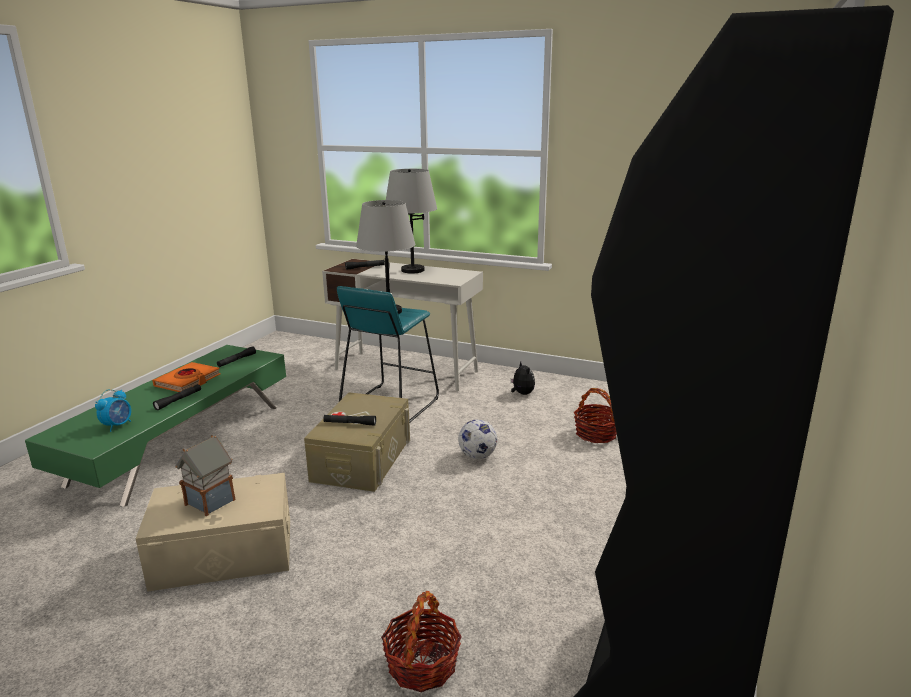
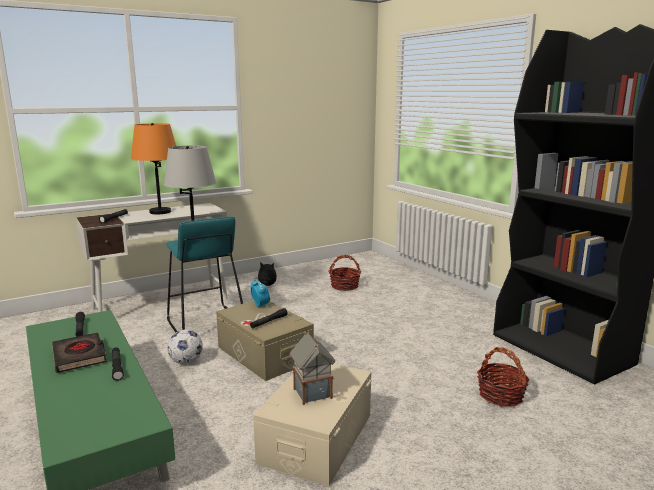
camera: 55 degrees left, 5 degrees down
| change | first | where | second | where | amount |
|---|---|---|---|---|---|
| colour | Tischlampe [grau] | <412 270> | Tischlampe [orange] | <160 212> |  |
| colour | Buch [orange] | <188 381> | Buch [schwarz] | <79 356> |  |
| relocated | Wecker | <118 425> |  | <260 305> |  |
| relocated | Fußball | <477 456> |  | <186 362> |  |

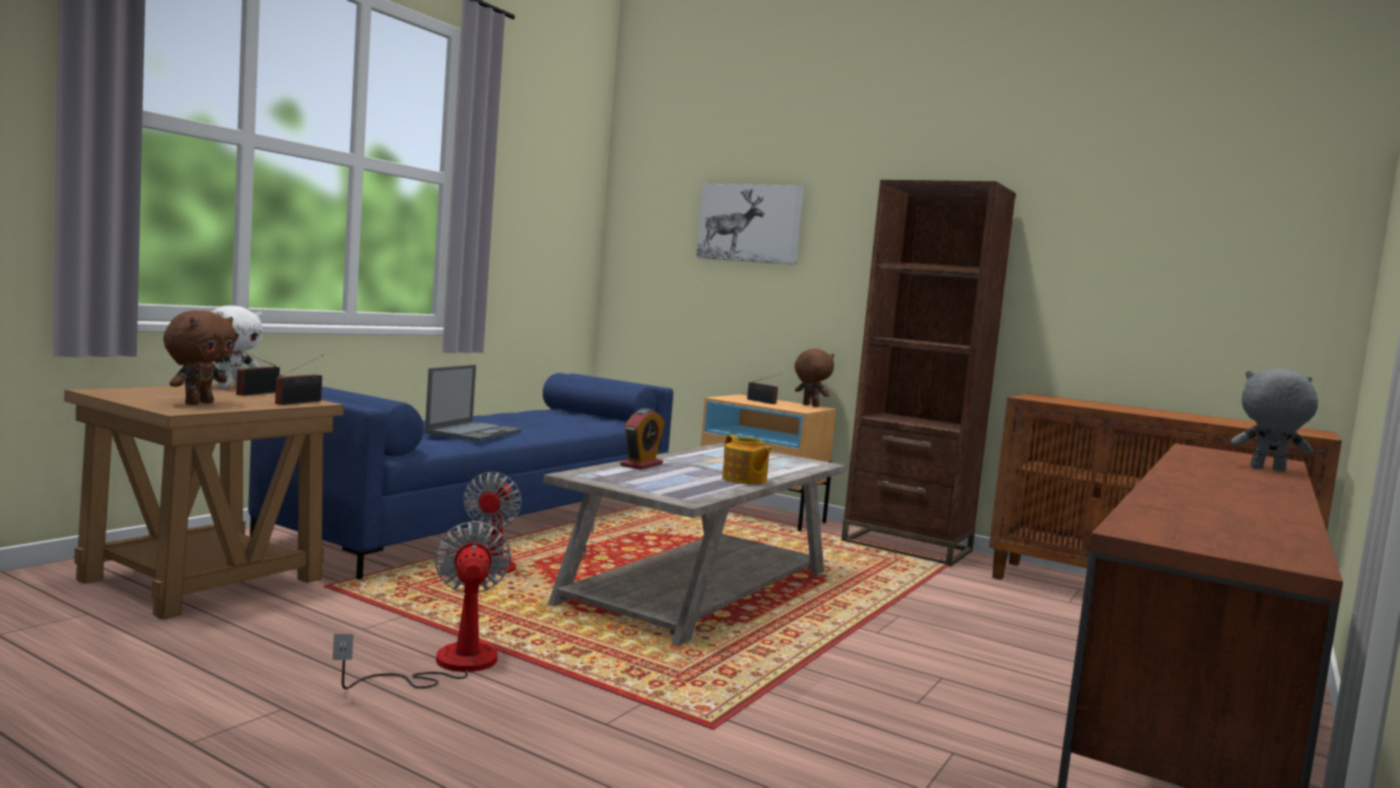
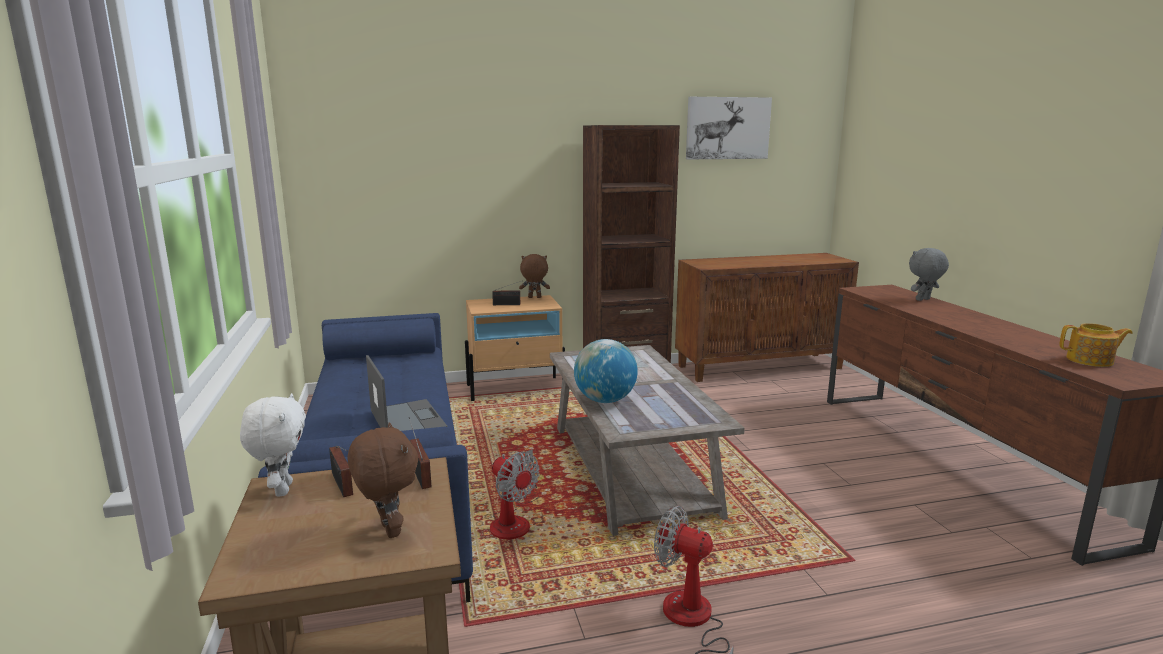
camera: 45 degrees left, 10 degrees up
| change | first | where | second | where | amount |
|---|---|---|---|---|---|
| relocated | Bild | <750 223> |  | <727 128> |  |
| exchanged | Wecker | <641 465> | Globus | <605 400> |  |
| relocated | Teekanne | <744 480> |  | <1091 360> |  |

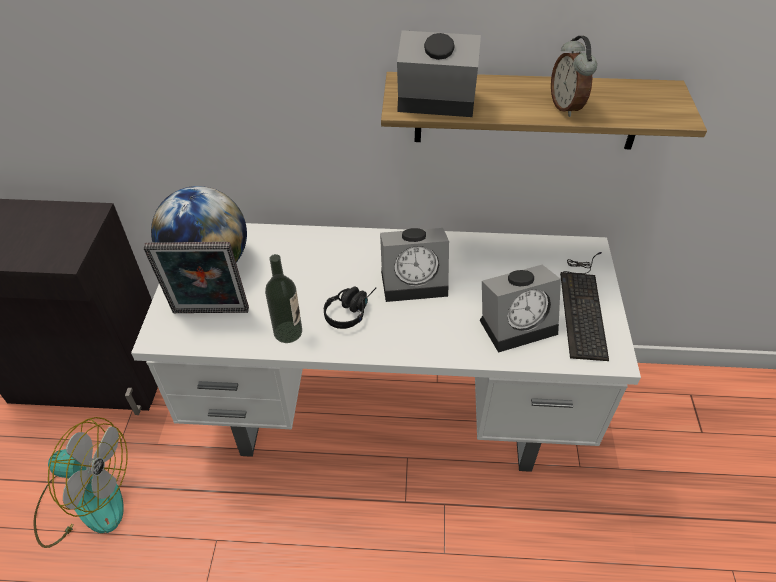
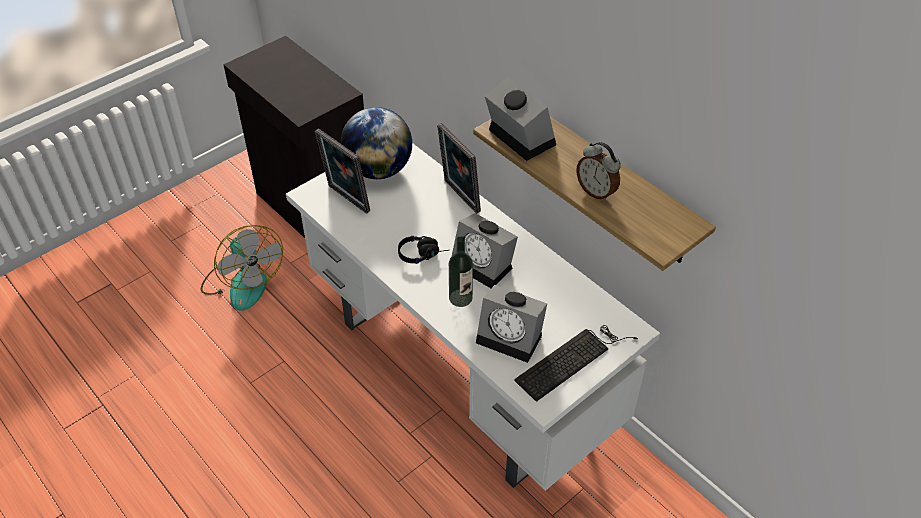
camera: 45 degrees right, 0 degrees up
| change | first | where | second | where | amount |
|---|---|---|---|---|---|
| spun | Wecker | <566 107> |  | <596 192> | 75 degrees counterclockwise |
| relocated | Flasche | <288 332> |  | <460 298> |  |
| appeared |  |  | Bilderrahmen | <459 197> |  |

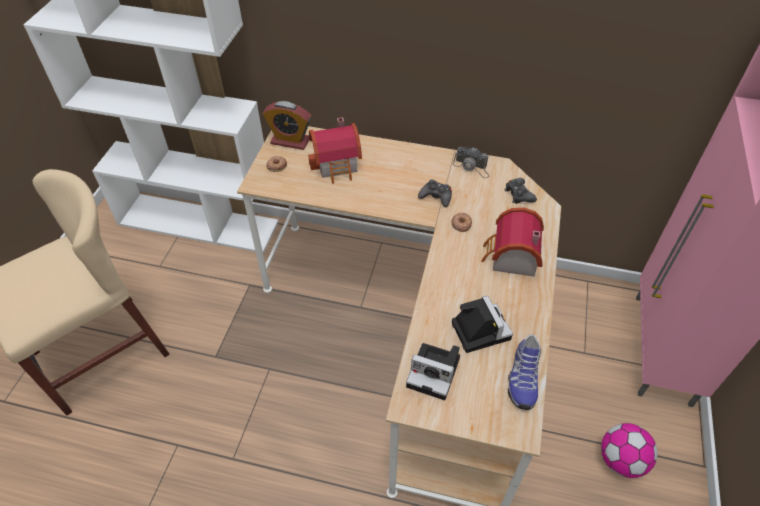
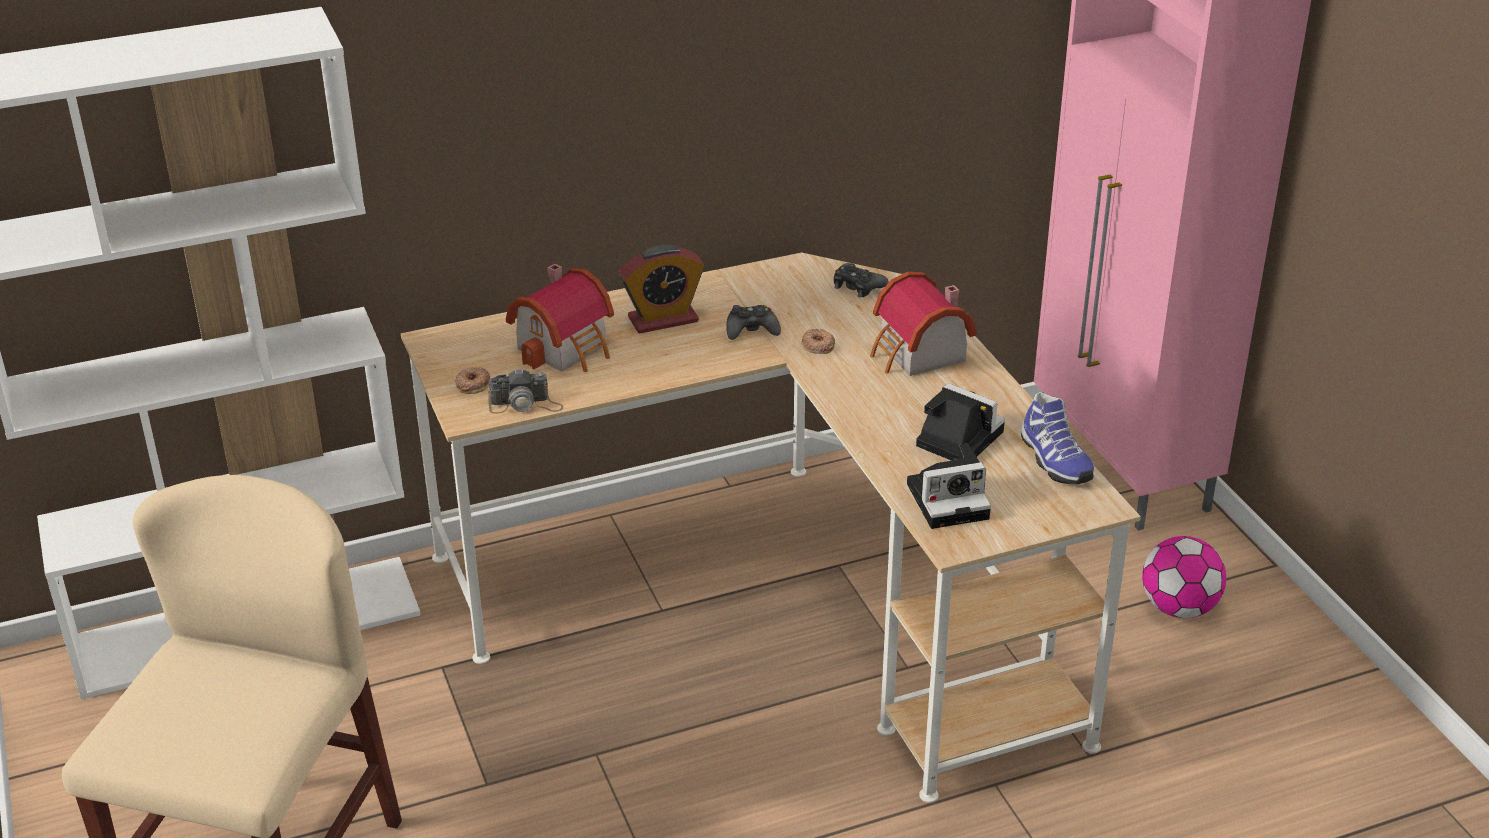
camera: 35 degrees left, 15 degrees down
| change | first | where | second | where | amount |
|---|---|---|---|---|---|
| relocated | Wecker | <290 141> |  | <663 319> |  |
| relocated | Kamera | <472 167> |  | <525 404> |  |

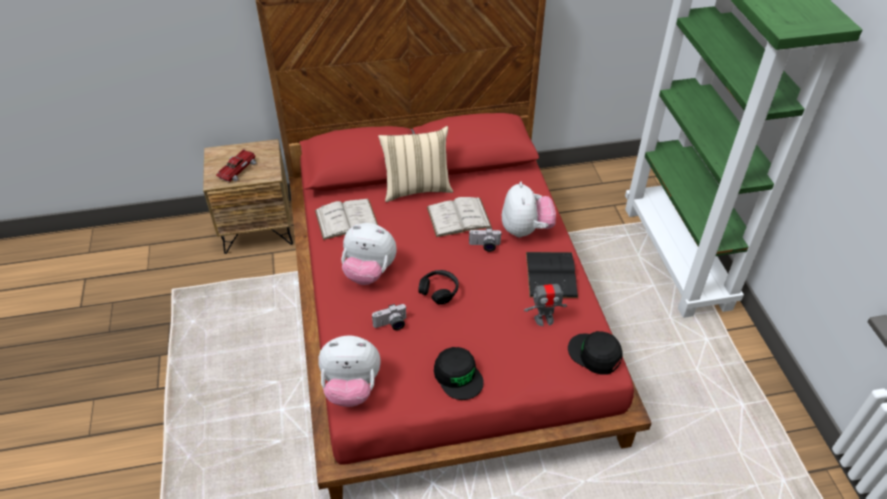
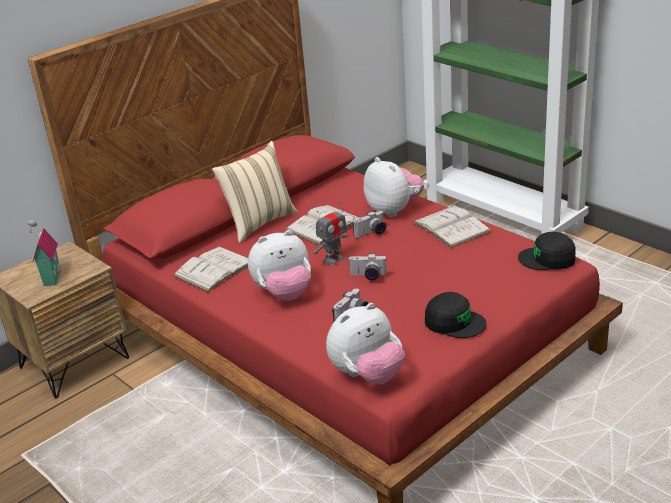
camera: 30 degrees left, 15 degrees down
| change | first | where | second | where | amount |
|---|---|---|---|---|---|
| exchanged | Spielzeugauto | <237 169> | Spielzeughaus | <50 278> |  |
| colour | Buch [schwarz] | <551 274> | Buch [weiß] | <451 227> |  |
| exchanged | Kopfhörer [schwarz] | <439 290> | Kamera | <368 276> |  |
| relocated | Spielzeugroboter | <544 319> |  | <333 259> |  |

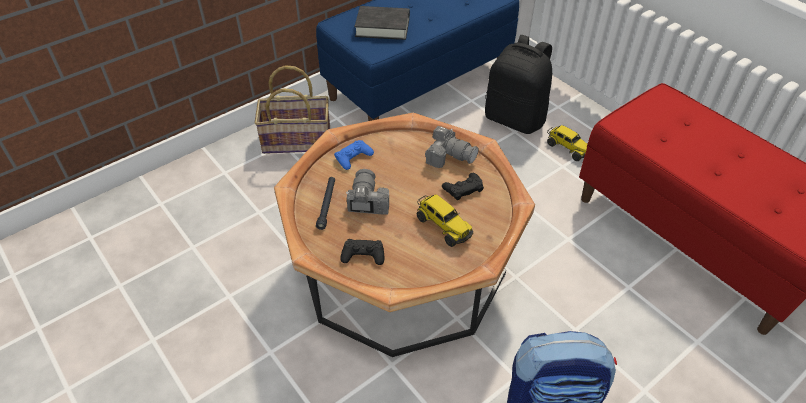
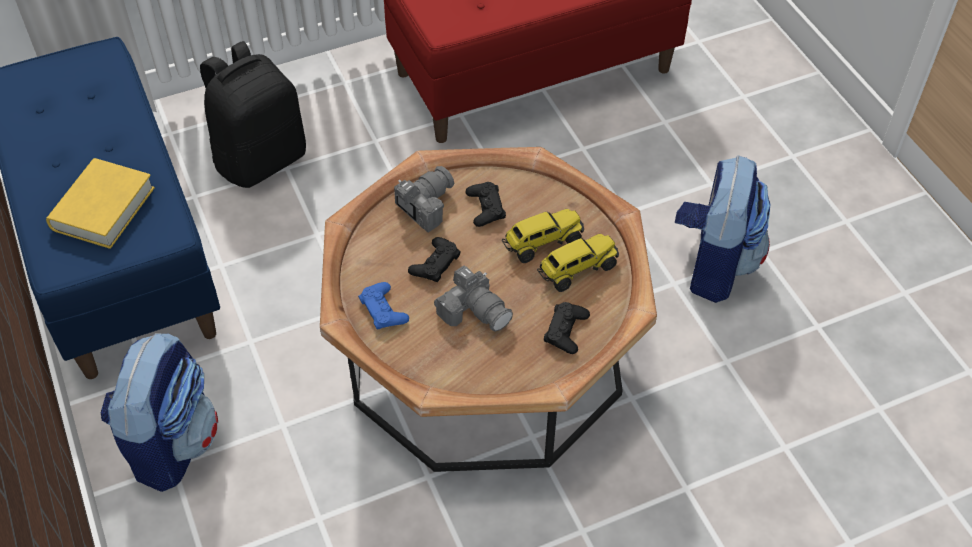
camera: 75 degrees left, 5 degrees up
| change | first | where | second | where | amount |
|---|---|---|---|---|---|
| colour | Buch [schwarz] | <382 27> | Buch [gelb] | <103 209> |  |
| exchanged | Korb | <297 140> | Rucksack | <172 442> |  |
| relocated | Spielzeuglaster | <567 148> |  | <577 269> |  |
| spun | Kamera | <366 201> |  | <474 310> | 150 degrees counterclockwise |
| missing | Taschenlampe [schwarz] | <327 205> |  |  |  |
| appeared |  |  | Gamepad [schwarz] | <435 263> |  |

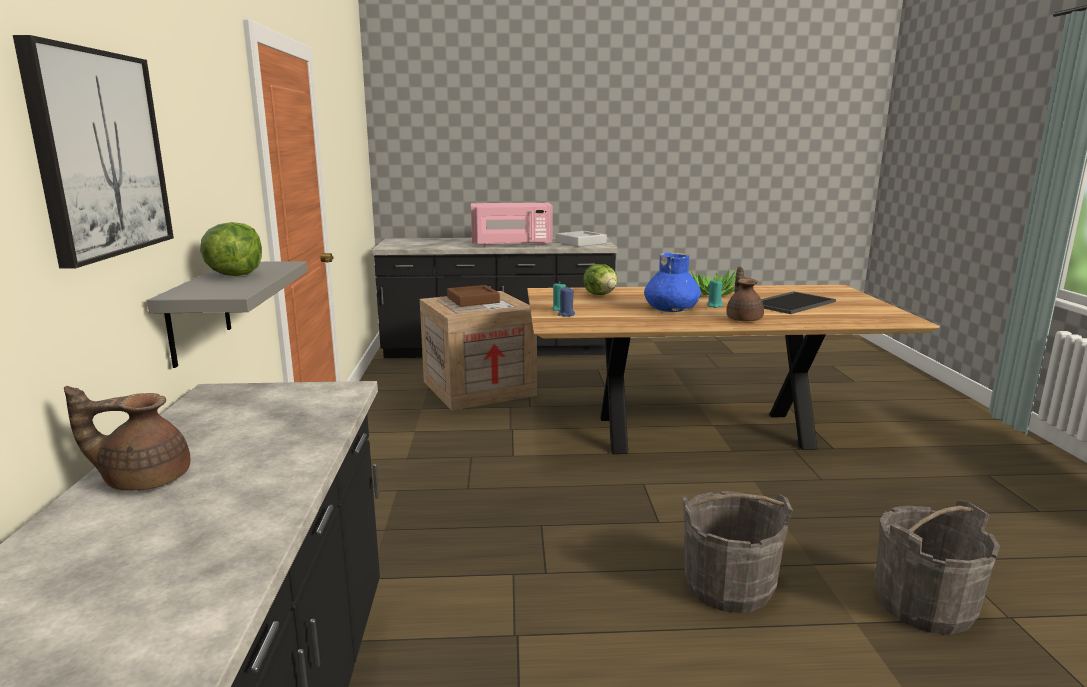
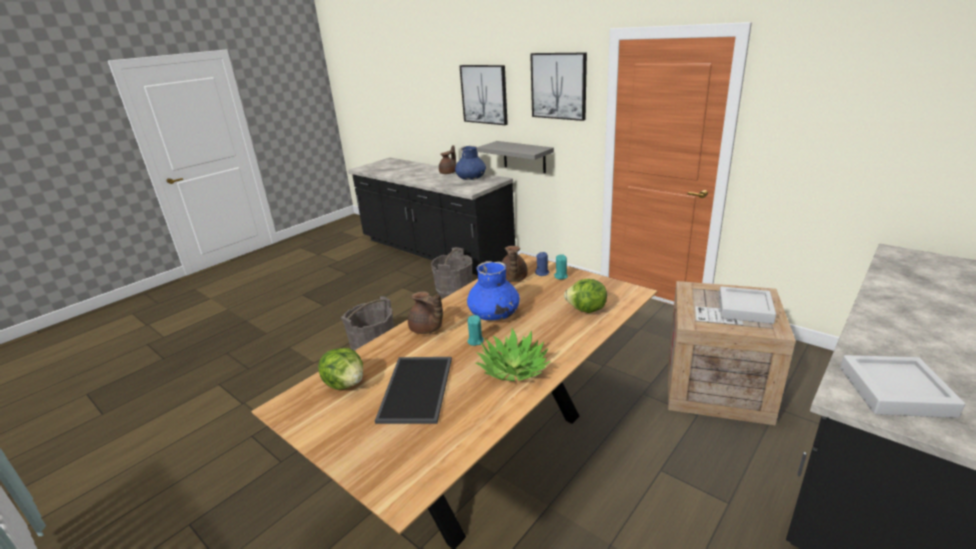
camera: 135 degrees right, 10 degrees up
| change | first | where | second | where | amount |
|---|---|---|---|---|---|
| missing | Mikrowelle [rosa] | <511 244> |  |  |  |
| relocated | Salatkopf | <235 275> |  | <346 383> |  |
| colour | Tablett [braun] | <473 300> | Tablett [grau] | <745 309> |  |
| relocated | Eimer [grau] | <924 606> |  | <454 291> |  |
| appeared |  |  | Bild | <559 86> |  |
| appeared |  |  | Vase [blau] | <471 178> |  |
| appeared |  |  | Teekanne [braun] | <513 279> |  |

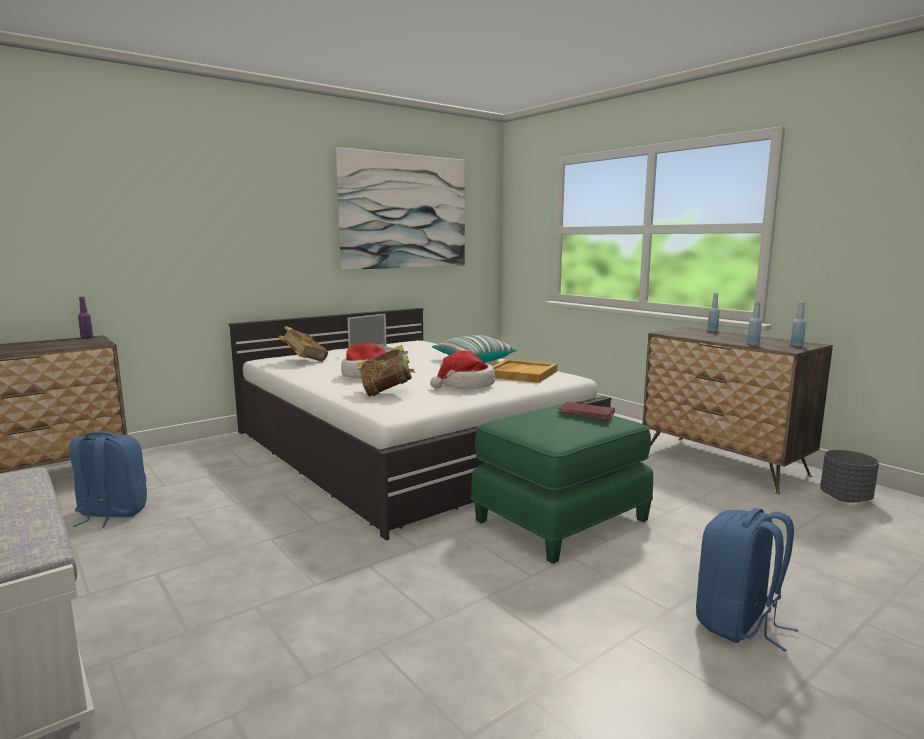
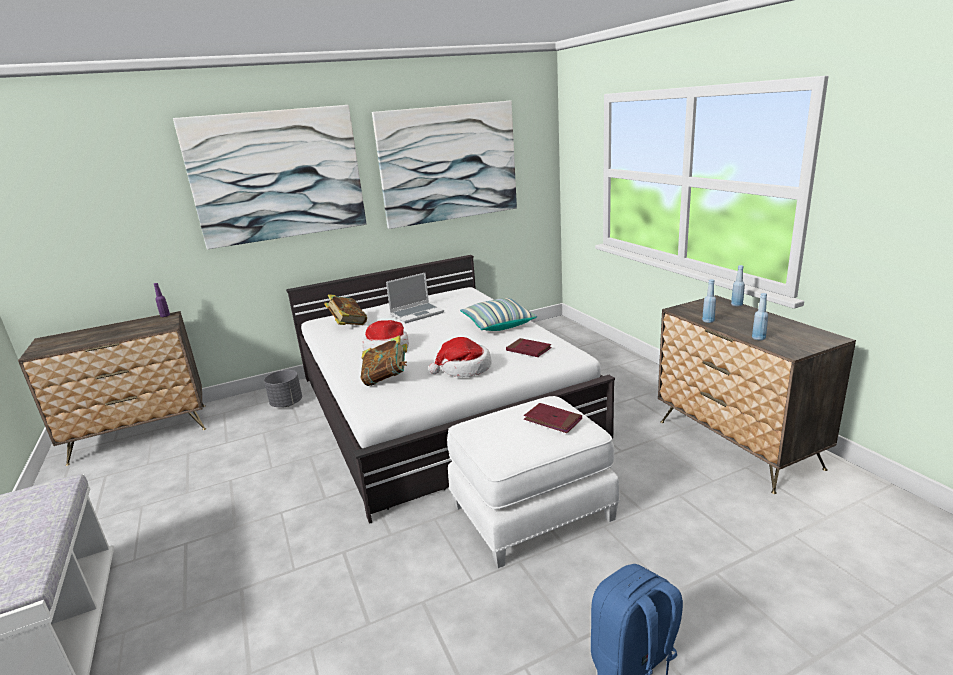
camera: 15 degrees right, 10 degrees up
| change | first | where | second | where | amount |
|---|---|---|---|---|---|
| relocated | Flasche [blau] | <796 345> |  | <708 321> |  |
| exchanged | Tablett [beige] | <521 374> | Buch [rot] | <528 350> |  |
| colour | Polsterhocker [grün] | <559 519> | Polsterhocker [weiß] | <531 510> |  |
| missing | Rucksack [blau] | <111 514> |  |  |  |
| relocated | Pflanzkübel [grau] | <845 498> |  | <287 403> |  |
| appeared |  |  | Bild | <278 175> |  |

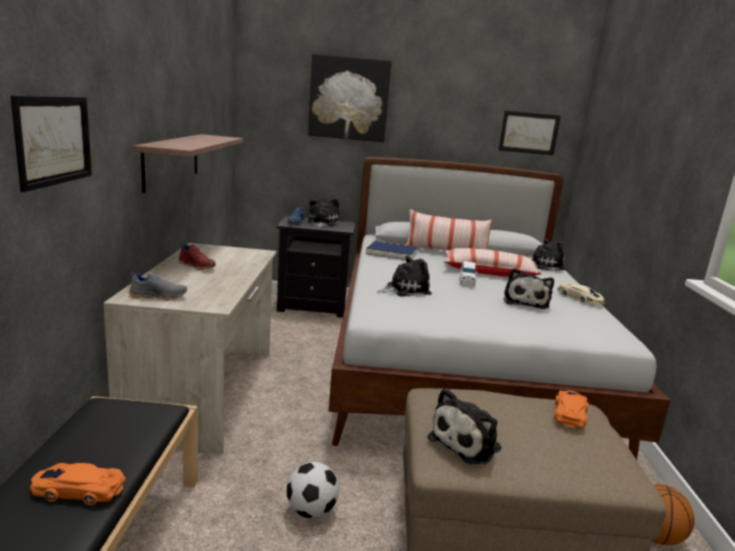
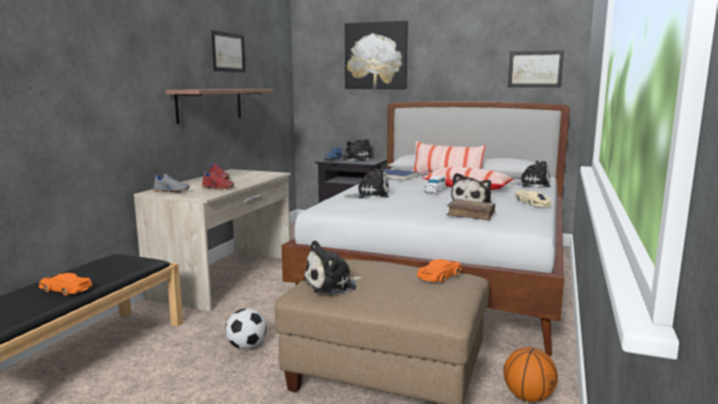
camera: 20 degrees right, 5 degrees down
| change | first | where | second | where | amount |
|---|---|---|---|---|---|
| relocated | Bild | <54 140> |  | <228 52> |  |
| appeared |  |  | Schuh [rot] | <218 188> |  |
| appeared |  |  | Buch [braun] | <471 215> |  |

